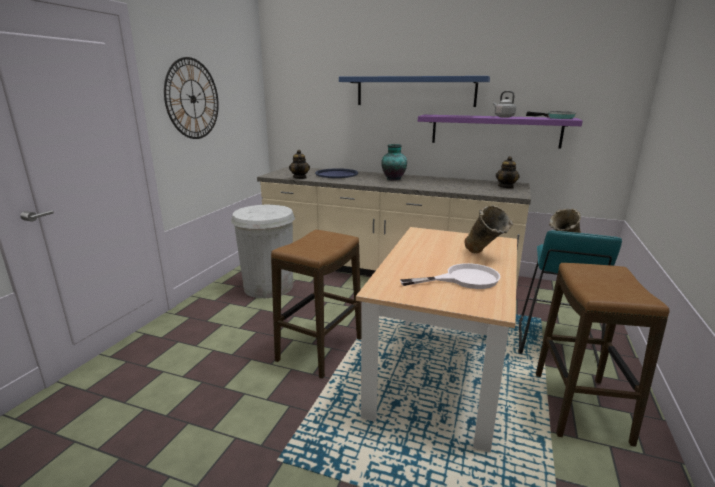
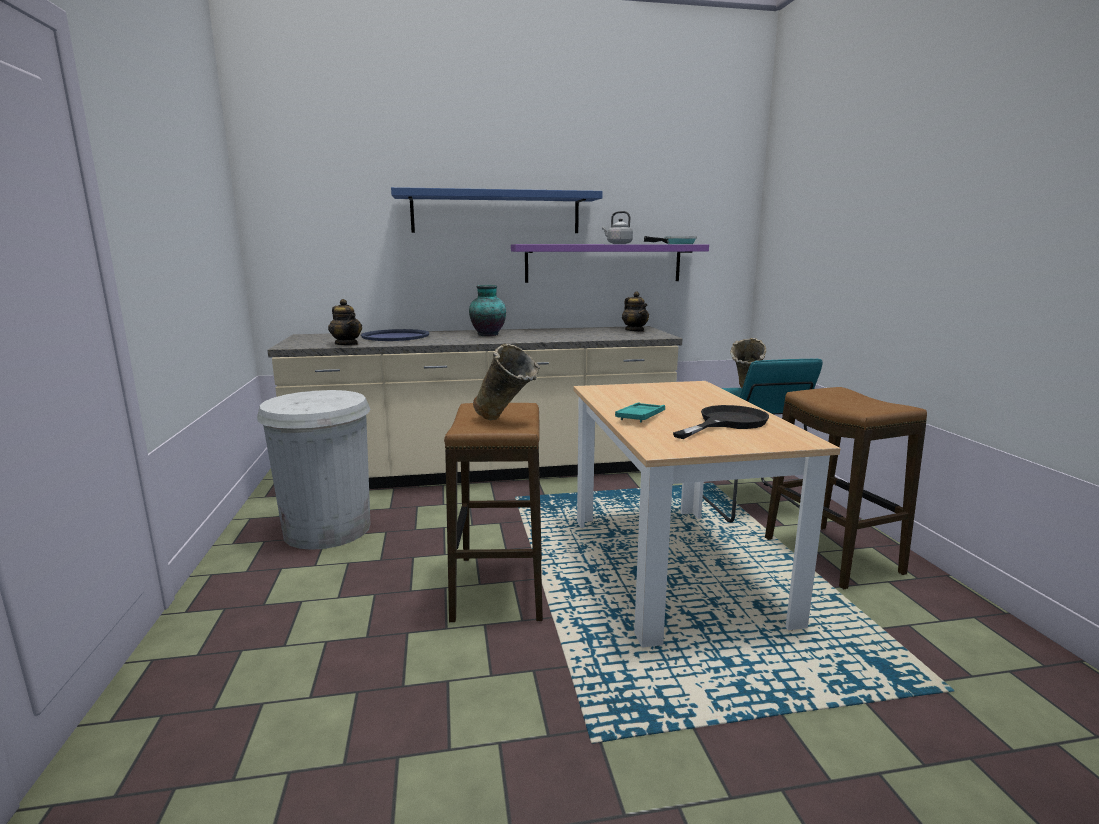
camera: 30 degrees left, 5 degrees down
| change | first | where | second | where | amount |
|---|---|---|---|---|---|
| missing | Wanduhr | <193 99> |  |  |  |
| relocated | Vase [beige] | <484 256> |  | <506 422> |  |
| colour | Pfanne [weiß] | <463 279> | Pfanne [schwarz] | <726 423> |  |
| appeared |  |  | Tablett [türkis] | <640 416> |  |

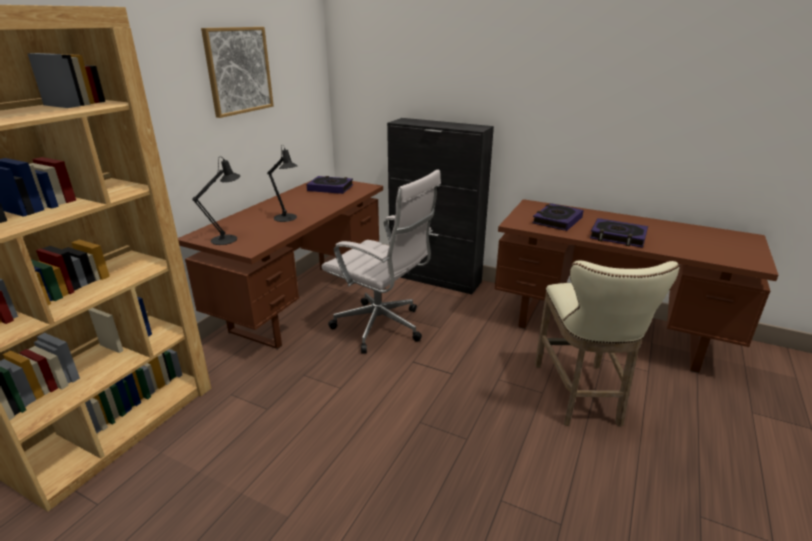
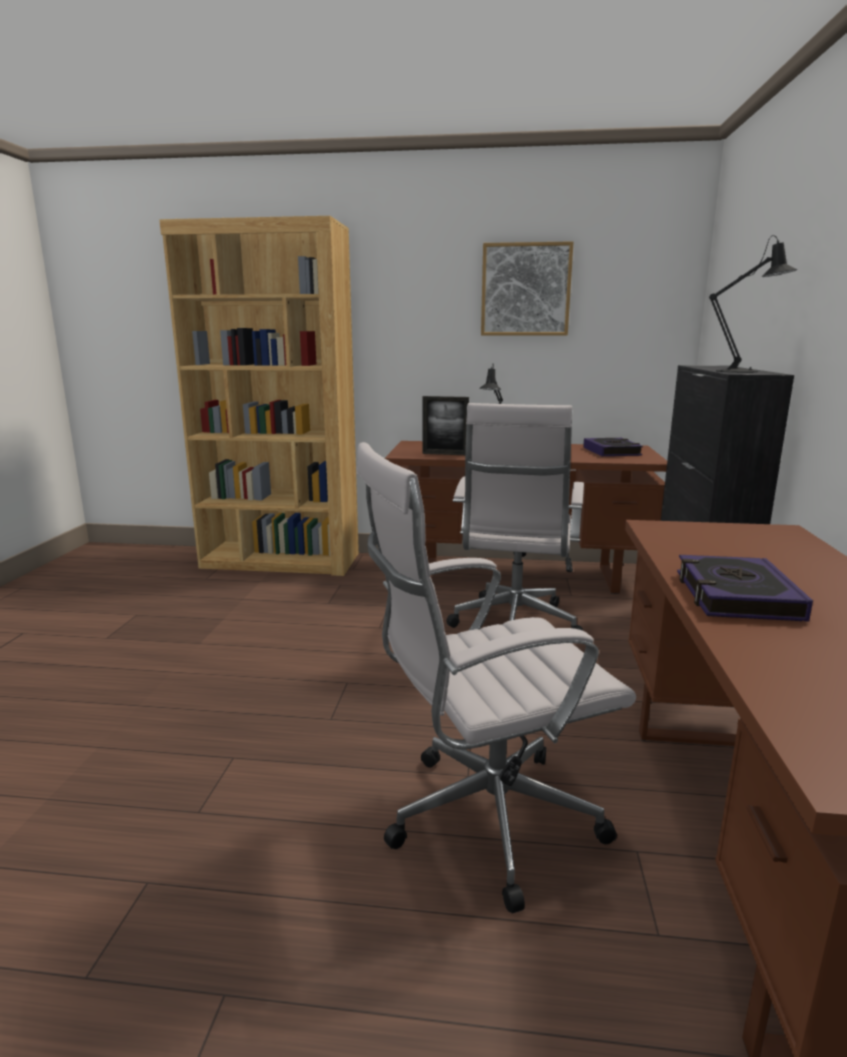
camera: 70 degrees right, 10 degrees down
| change | first | where | second | where | amount |
|---|---|---|---|---|---|
| relocated | Tischlampe [schwarz] | <228 238> |  | <743 371> |  |
| missing | Buch | <557 220> |  |  |  |
| exchanged | Hocker [beige] | <580 397> | Bürostuhl [weiß] | <483 820> |  |
| appeared |  |  | Bilderrahmen | <445 454> |  |

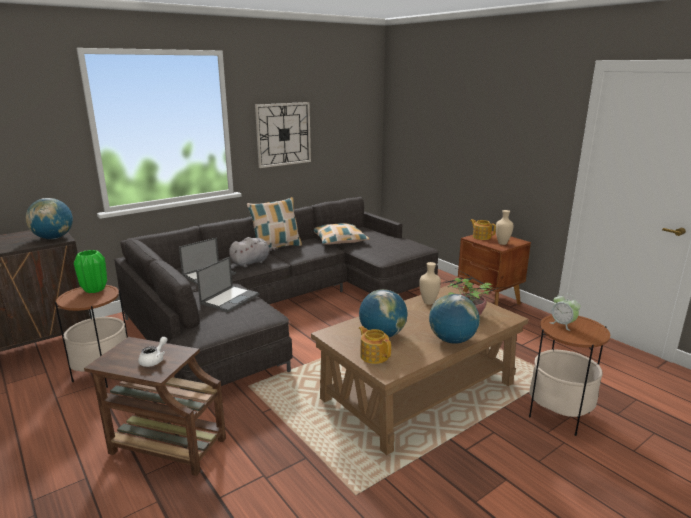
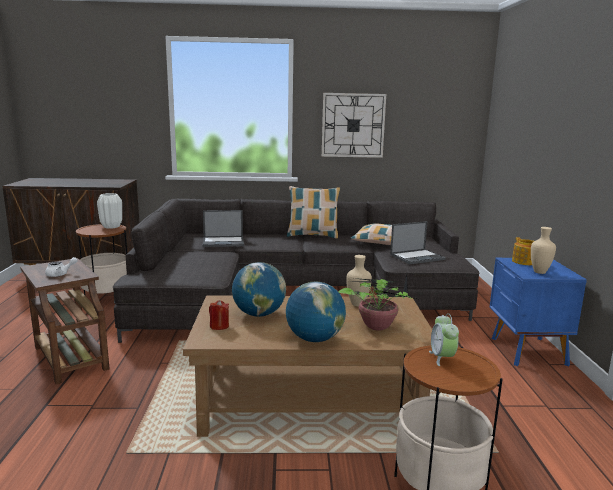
camera: 35 degrees right, 5 degrees down
| change | first | where | second | where | amount |
|---|---|---|---|---|---|
| missing | Globus | <53 238> |  |  |  |
| colour | Nachttisch [braun] | <490 302> | Nachttisch [blau] | <527 351> |  |
| missing | Plüschtier [grau] | <252 262> |  |  |  |
| colour | Vase [grün] | <94 290> | Vase [weiß] | <111 227> |  |
| relocated | Laptop | <230 298> |  | <417 257> |  |
| exchanged | Teekanne | <374 356> | Kerze [rot] | <219 326> |  |

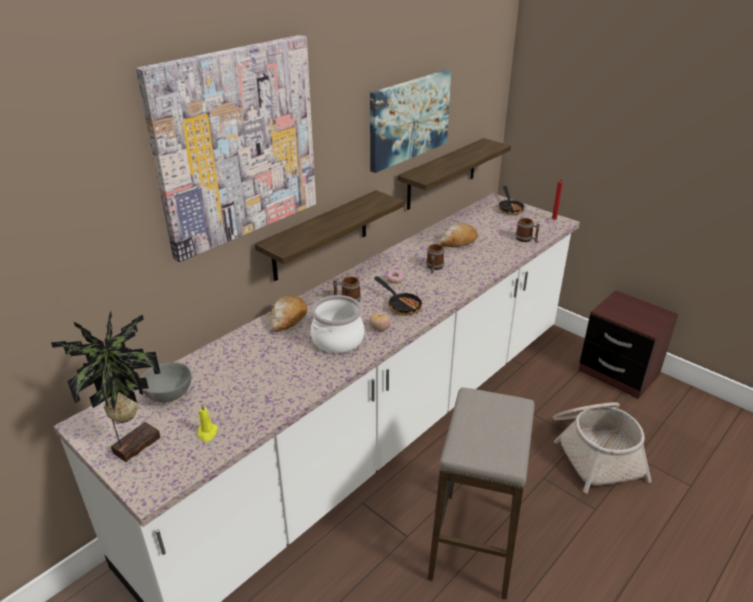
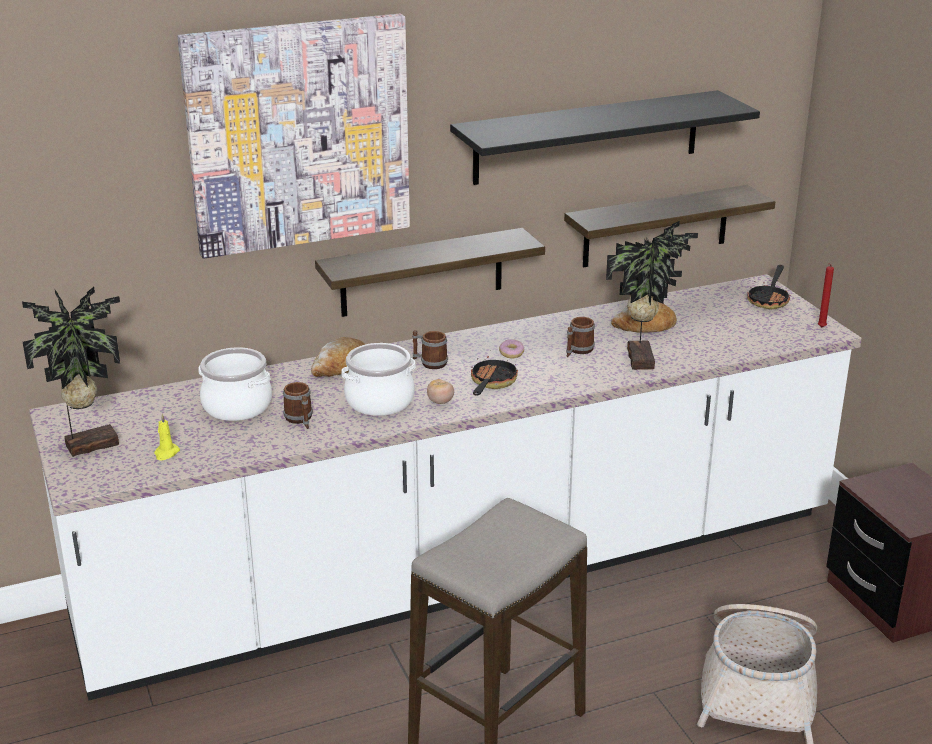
camera: 25 degrees right, 5 degrees down
| change | first | where | second | where | amount |
|---|---|---|---|---|---|
| exchanged | Bild | <409 119> | Wandregal [schwarz] | <587 137> |  |
| relocated | Henkelbecher | <526 239> |  | <300 420> |  |
| spun | Pfanne | <401 305> |  | <491 383> | 150 degrees counterclockwise |
| missing | Schüssel [grau] | <167 395> |  |  |  |
| appeared |  |  | Topfpflanze | <643 359> |  |
| appeared |  |  | Kochtopf | <236 407> |  |

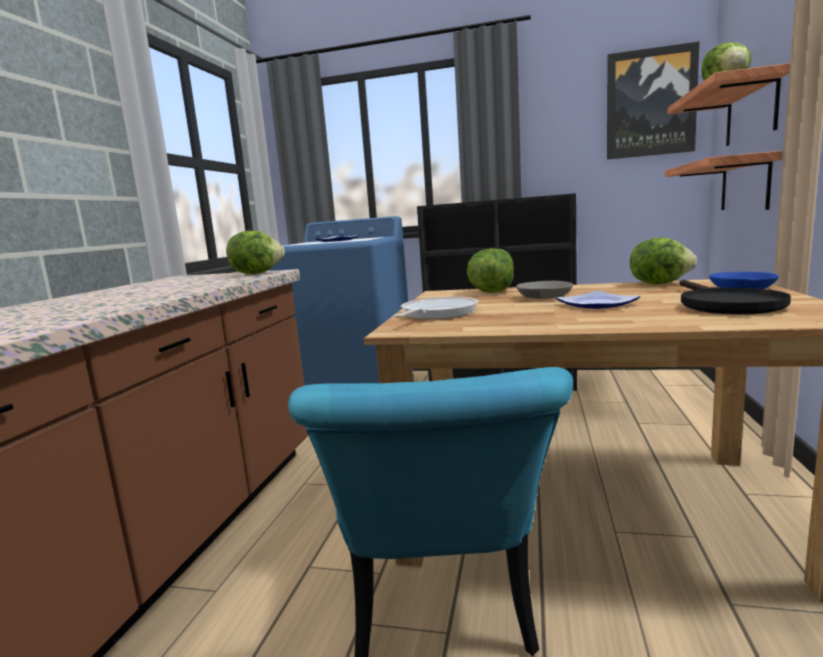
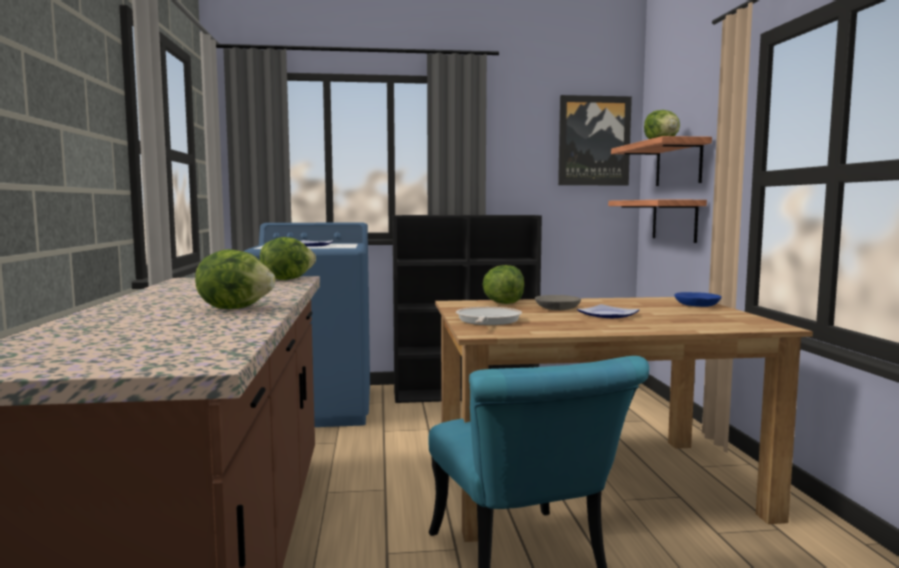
camera: 20 degrees left, 5 degrees down
| change | first | where | second | where | amount |
|---|---|---|---|---|---|
| relocated | Salatkopf | <659 283> |  | <236 308> |  |
| missing | Pfanne [schwarz] | <724 304> |  |  |  |

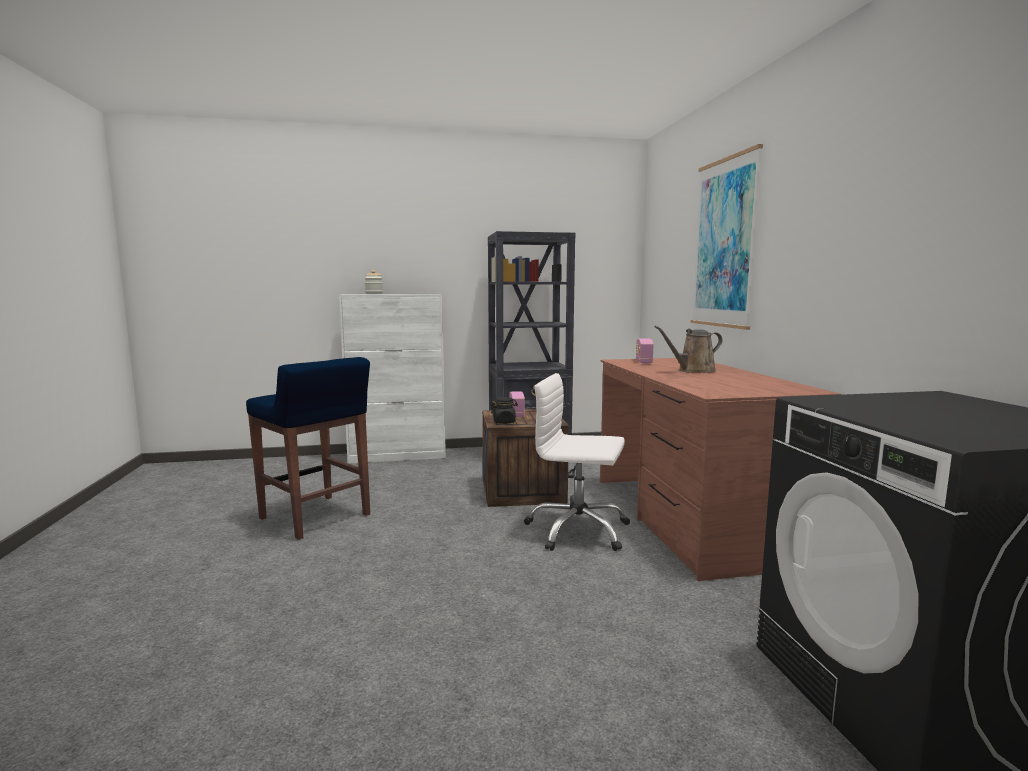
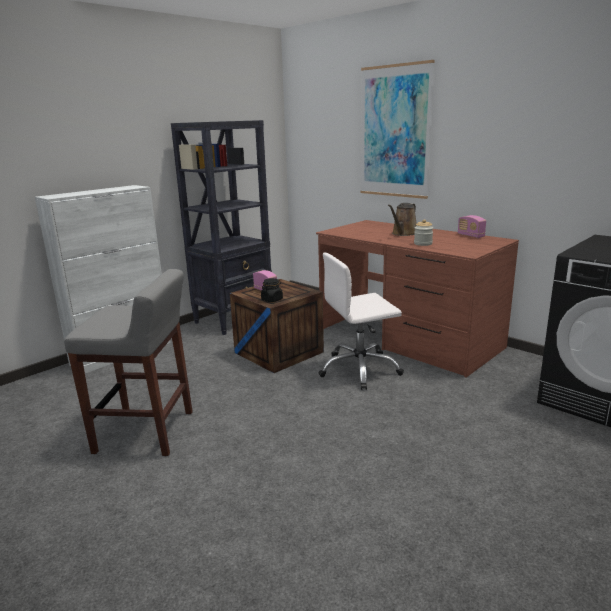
camera: 35 degrees left, 10 degrees up
| change | first | where | second | where | amount |
|---|---|---|---|---|---|
| relocated | Vorratsglas | <374 294> |  | <423 244> |  |
| relocated | Radio | <643 362> |  | <470 236> |  |
| colour | Hocker [blau] | <316 517> | Hocker [grau] | <147 432> |  |

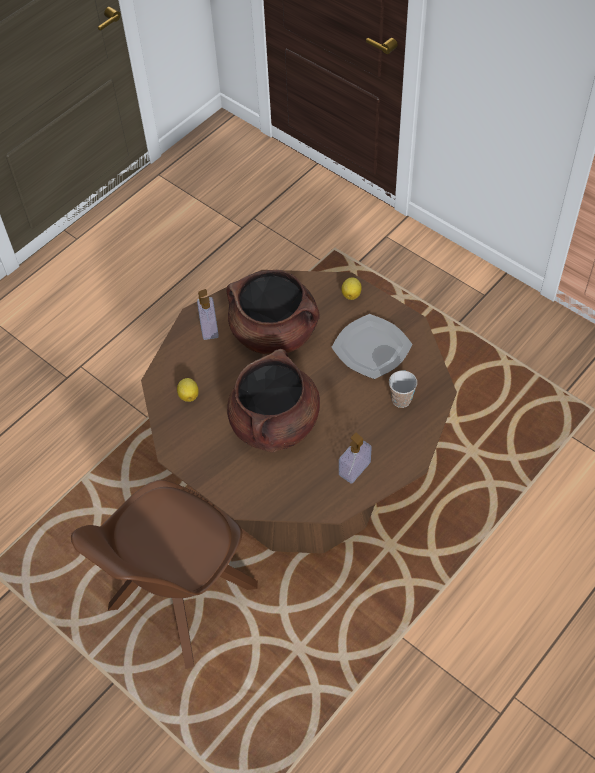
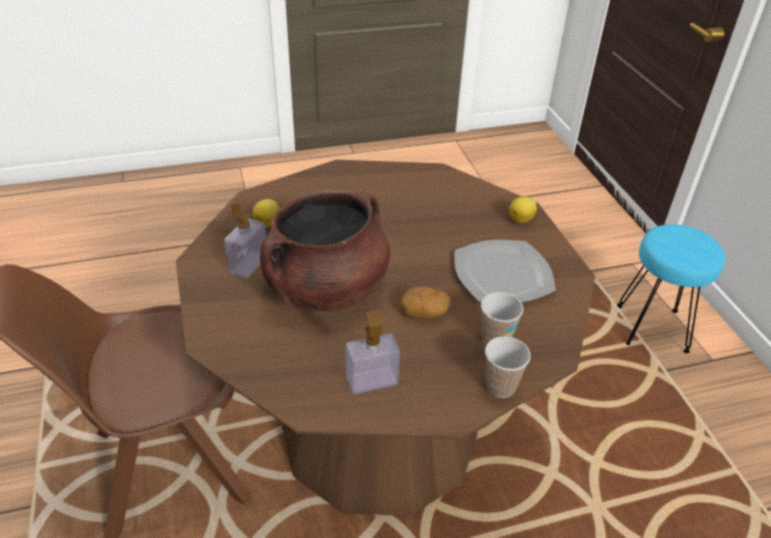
camera: 30 degrees right, 15 degrees down
| change | first | where | second | where | amount |
|---|---|---|---|---|---|
| missing | Kochtopf [braun] | <275 332> |  |  |  |
| relocated | Seifenspender | <209 328> |  | <249 264> |  |
| appeared |  |  | Hocker [türkis] | <653 328> |  |
| appeared |  |  | Kartoffel | <424 312> |  |
| appeared |  |  | Tasse | <500 386> |  |

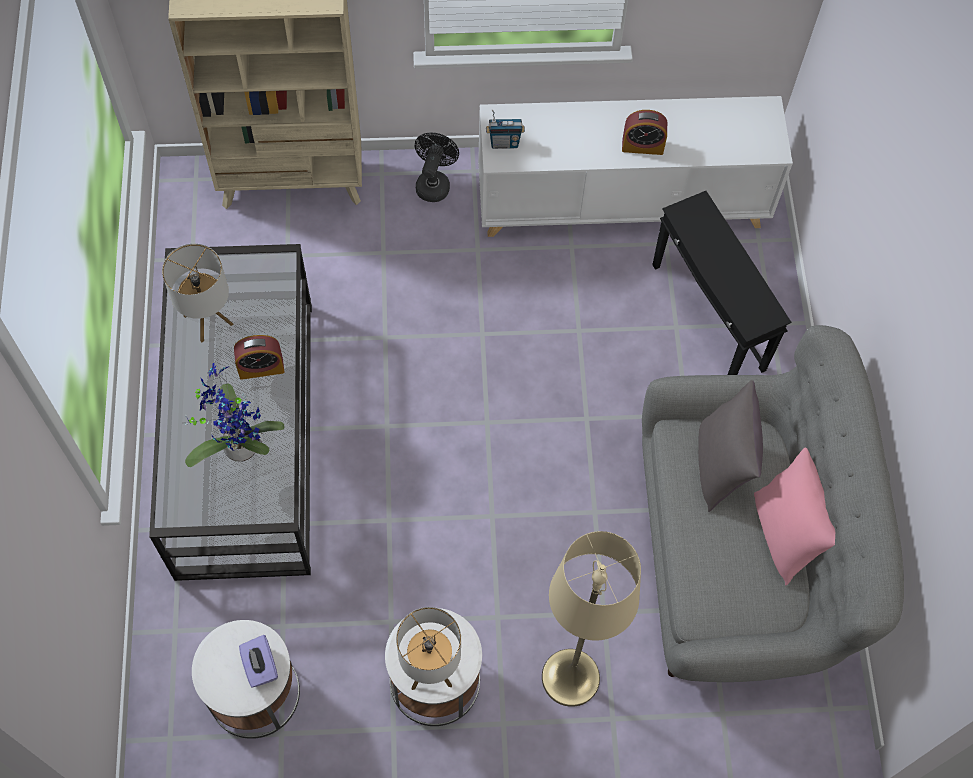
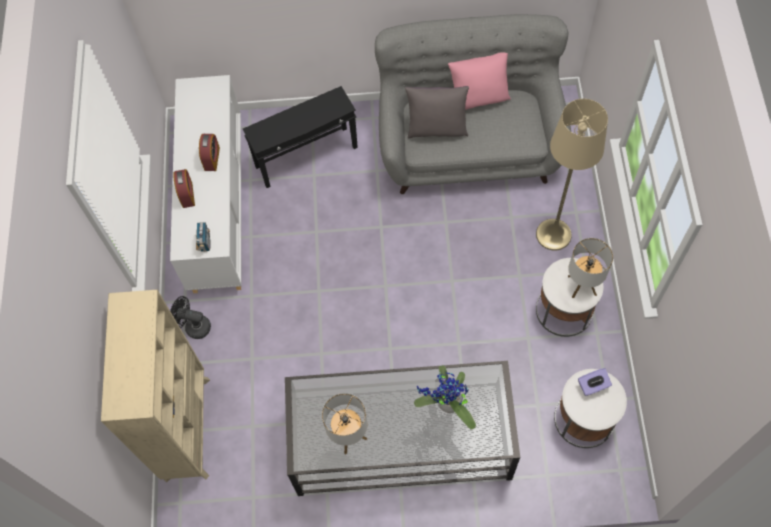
camera: 85 degrees left, 0 degrees up
| change | first | where | second | where | amount |
|---|---|---|---|---|---|
| relocated | Wecker | <261 368> |  | <187 194> |  |

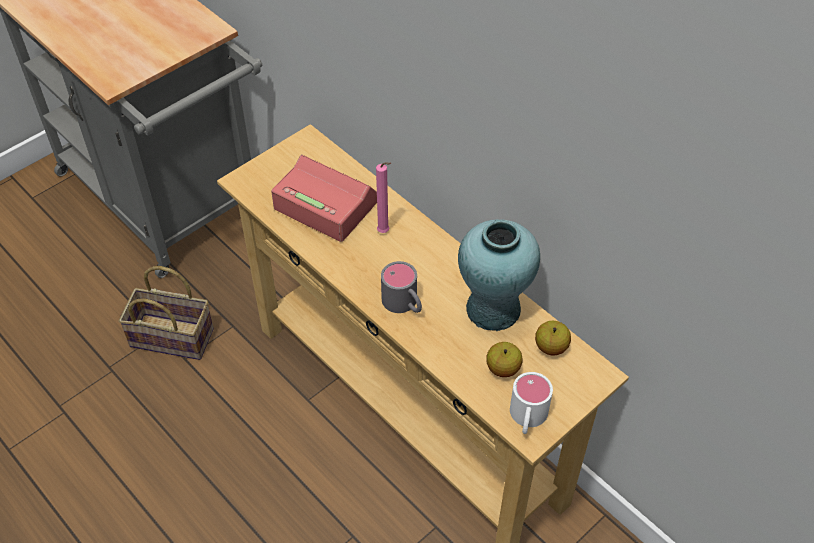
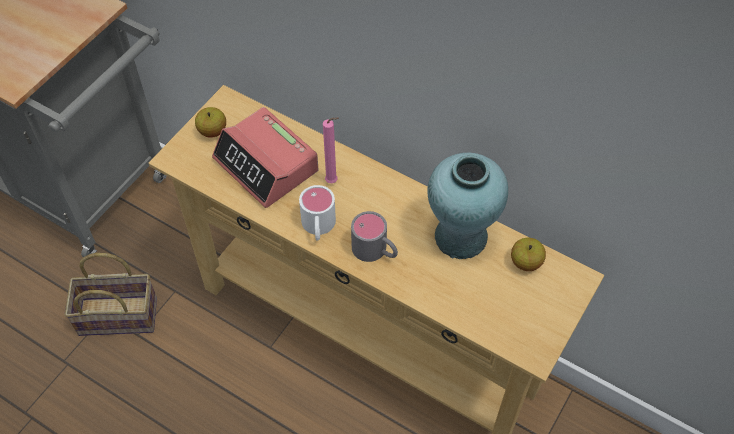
camera: 15 degrees left, 5 degrees up
| change | first | where | second | where | amount |
|---|---|---|---|---|---|
| spun | Wecker | <326 204> |  | <266 165> | 150 degrees counterclockwise |
| relocated | Apfel | <503 368> |  | <212 131> |  |
| relocated | Henkelbecher [weiß] | <527 418> |  | <318 227> |  |

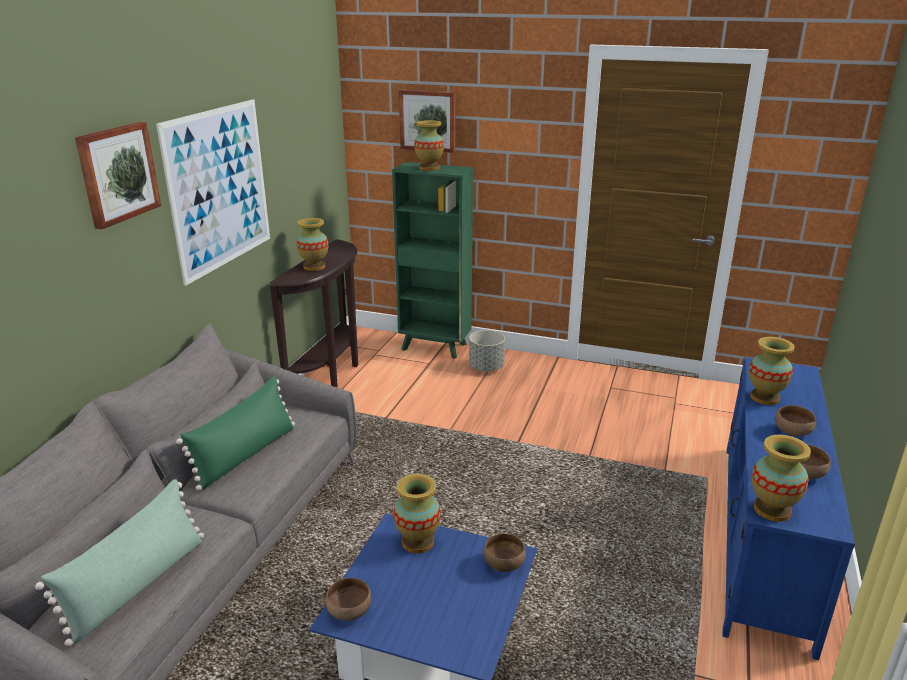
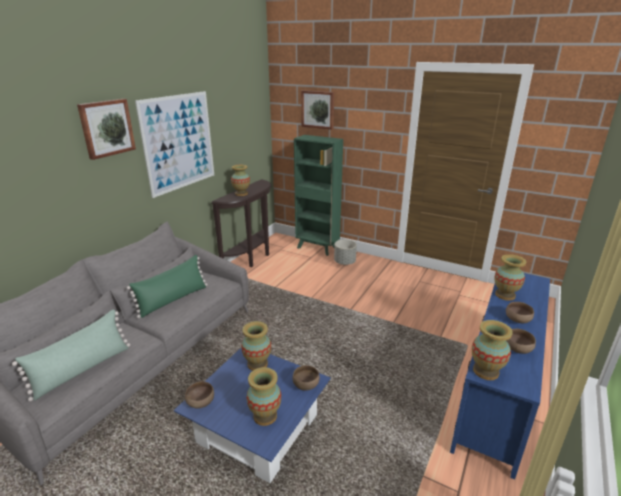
camera: 10 degrees right, 0 degrees up
| change | first | where | second | where | amount |
|---|---|---|---|---|---|
| relocated | Vase | <429 168> |  | <265 416> |  |

